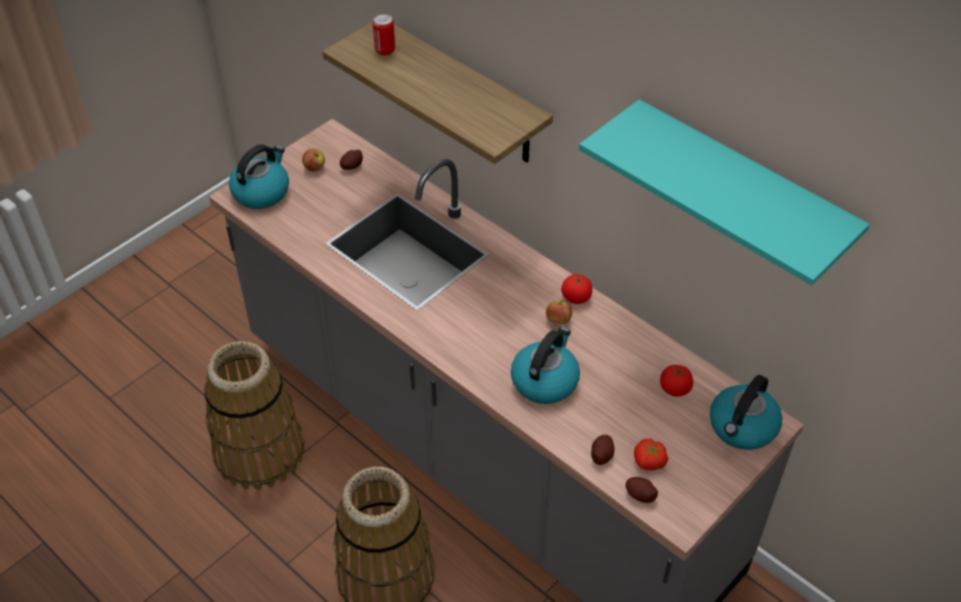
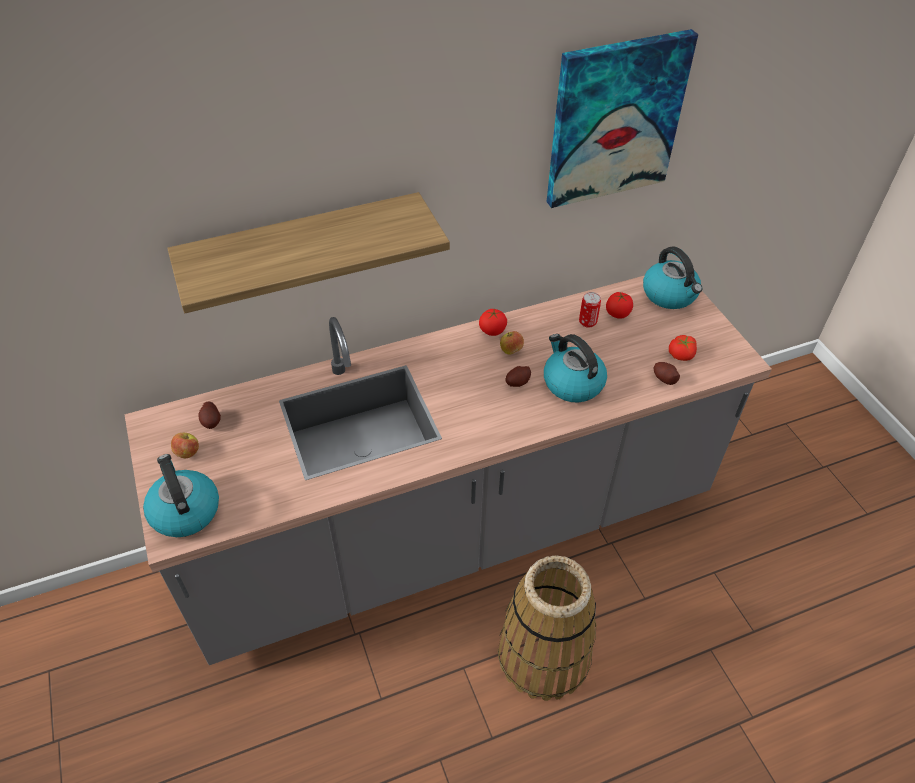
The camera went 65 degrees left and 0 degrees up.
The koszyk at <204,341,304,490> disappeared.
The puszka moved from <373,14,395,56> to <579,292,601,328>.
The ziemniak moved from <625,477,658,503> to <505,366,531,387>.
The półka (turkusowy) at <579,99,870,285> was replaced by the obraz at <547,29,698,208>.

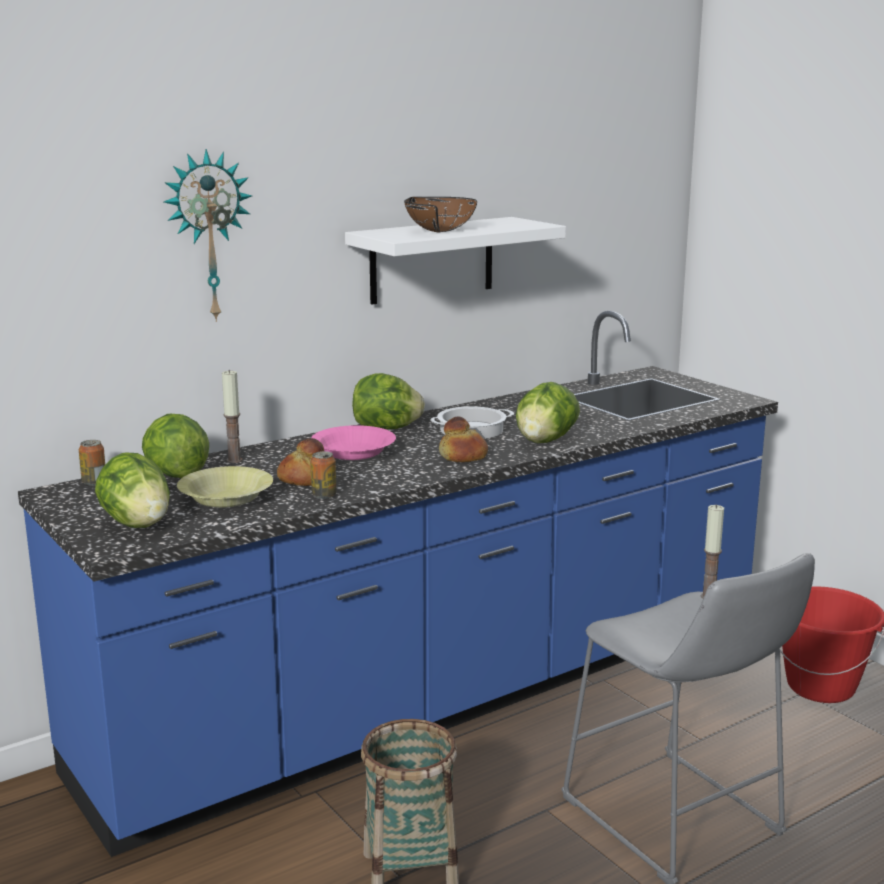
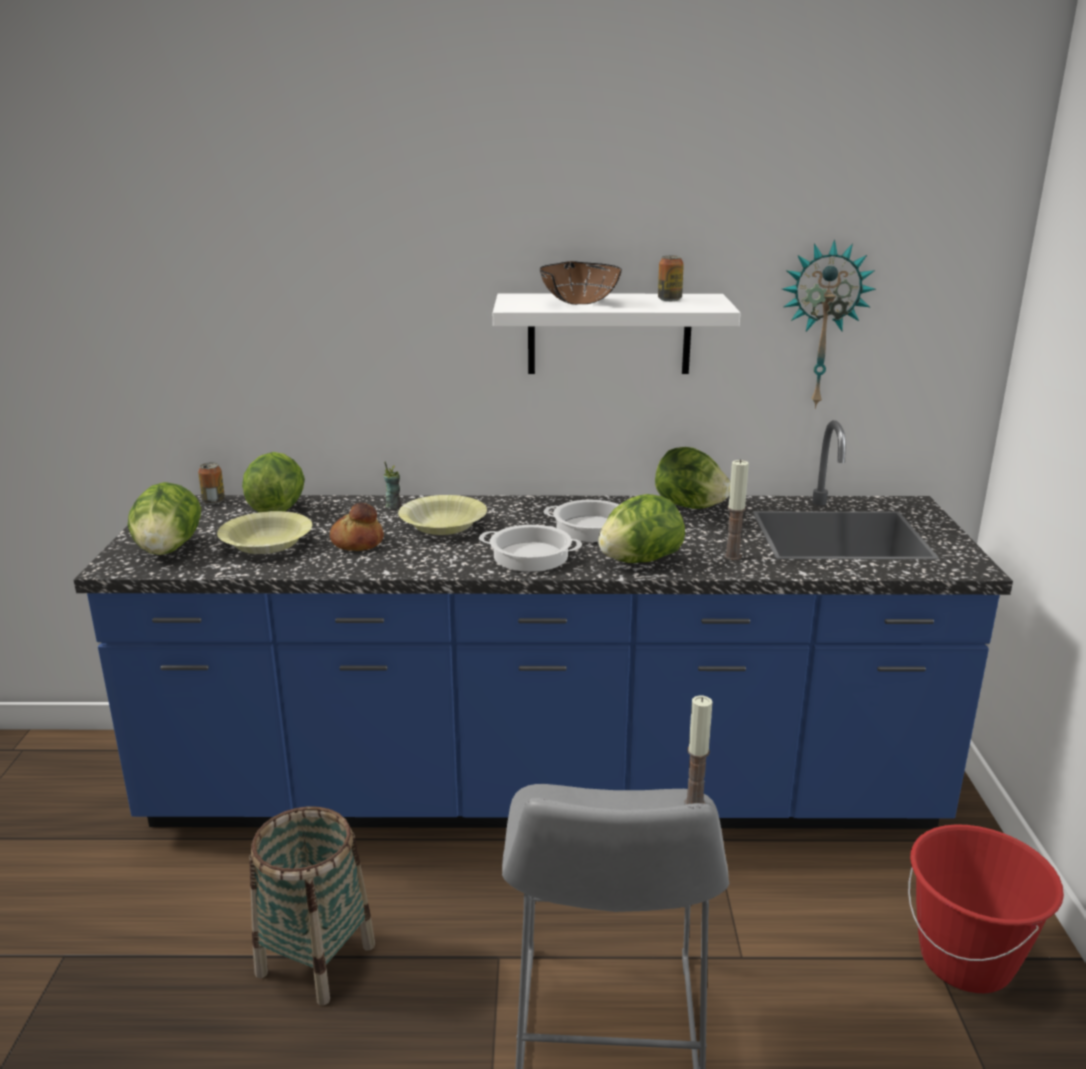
The camera went 35 degrees right and 5 degrees up.
The filiżanka at <384,461,401,509> appeared.
The zegar ścienny moved from <164,149,252,322> to <782,240,876,409>.
The świeca moved from <222,370,243,463> to <724,459,749,560>.
The puszka moved from <310,451,337,499> to <658,256,684,301>.
The sałata moved from <352,373,425,429> to <655,447,730,509>.
The chleb at <439,417,488,462> was replaced by the garnek at <479,525,582,572>.
The miska (różowy) at <311,425,396,460> became the miska (żółty) at <398,495,487,535>.

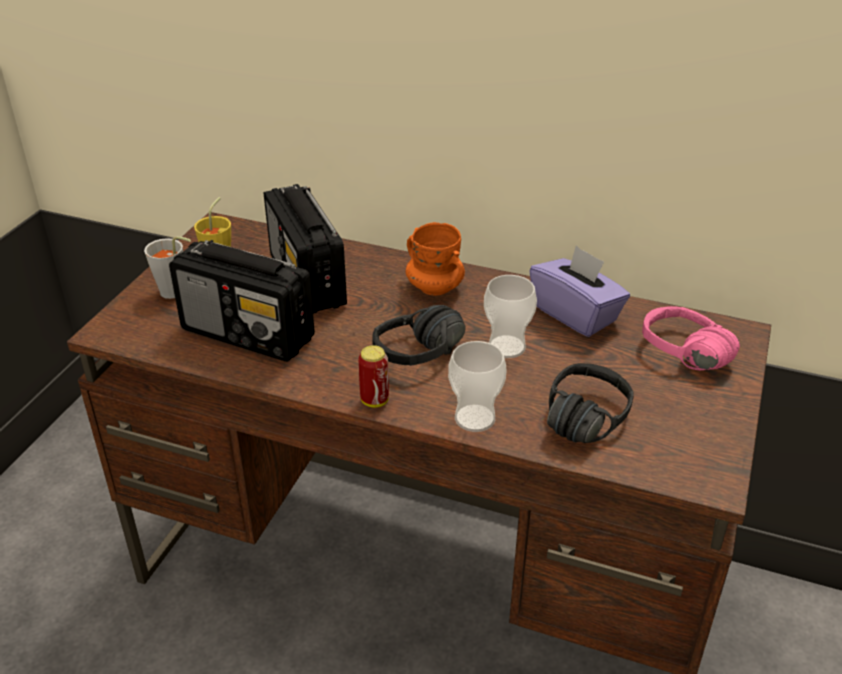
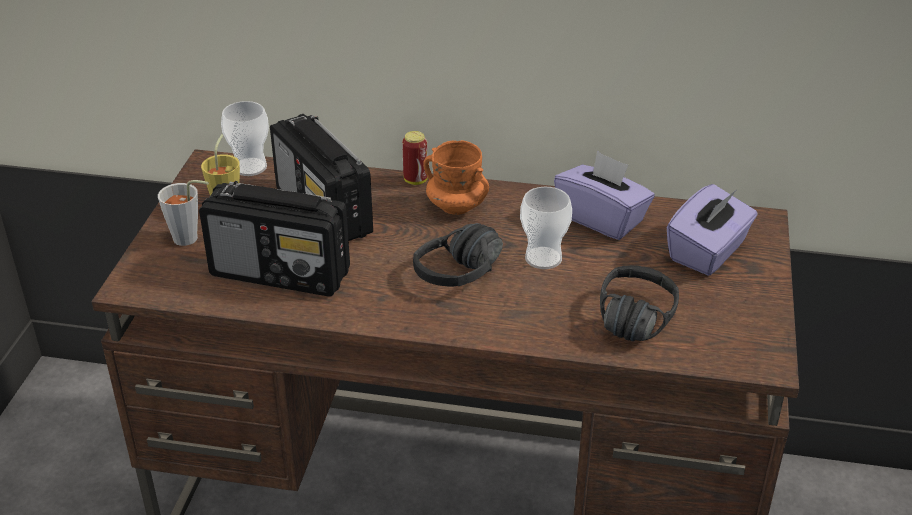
The camera went 10 degrees left and 0 degrees up.
The puszka moved from <358,345,389,408> to <402,131,428,185>.
The filiżanka moved from <448,341,506,432> to <221,101,269,176>.
The słuchawki (różowy) at <642,306,740,370> was replaced by the pudełko chusteczek (fioletowy) at <667,184,758,276>.

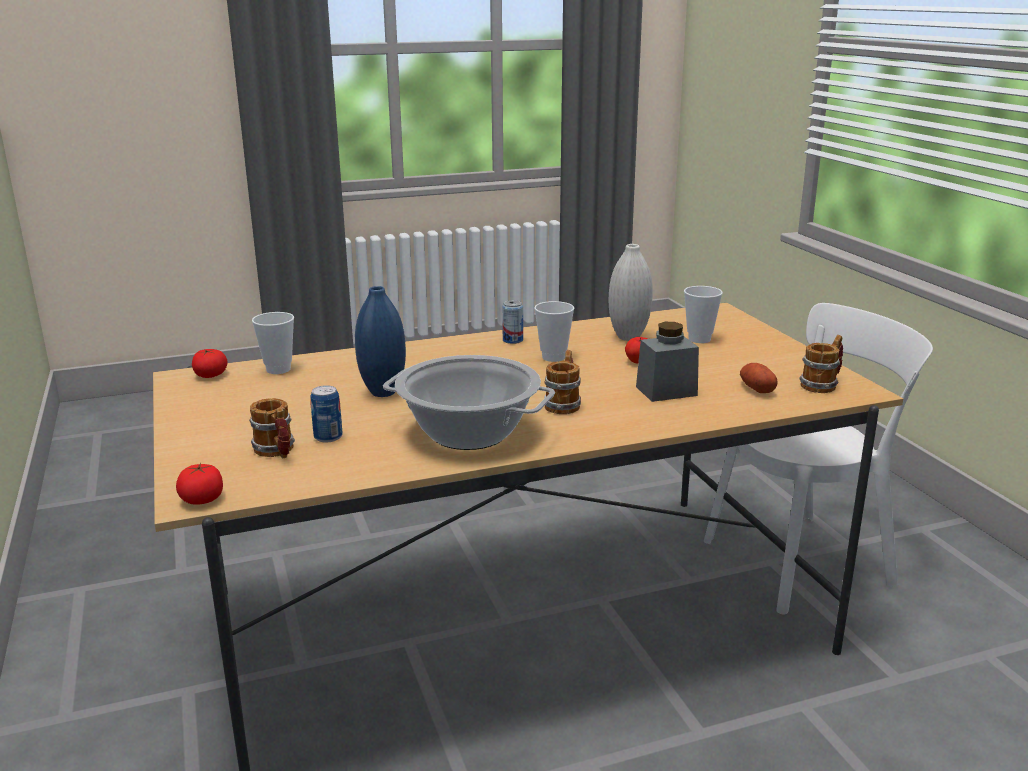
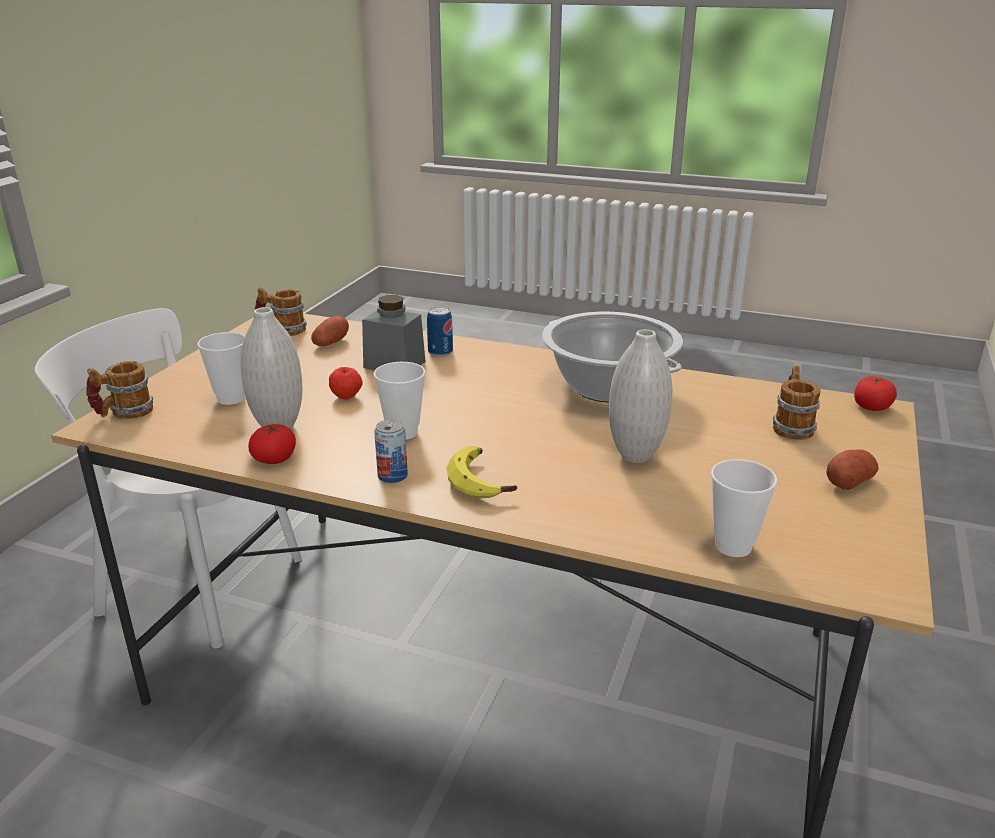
The camera went 140 degrees left and 5 degrees up.
The banan at <446,446,517,498> appeared.
The ziemniak at <826,449,878,490> appeared.
The pomidor moved from <192,349,228,378> to <249,424,296,464>.
The puszka moved from <310,385,343,442> to <427,307,453,357>.
The kubek moved from <544,350,581,414> to <86,361,153,419>.
The wazon (niebieski) at <355,286,406,397> became the wazon (biały) at <609,329,672,463>.

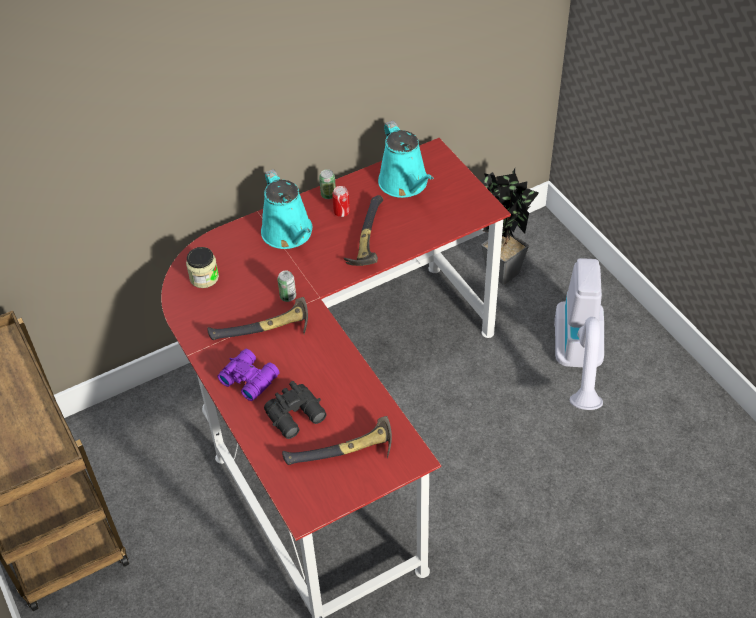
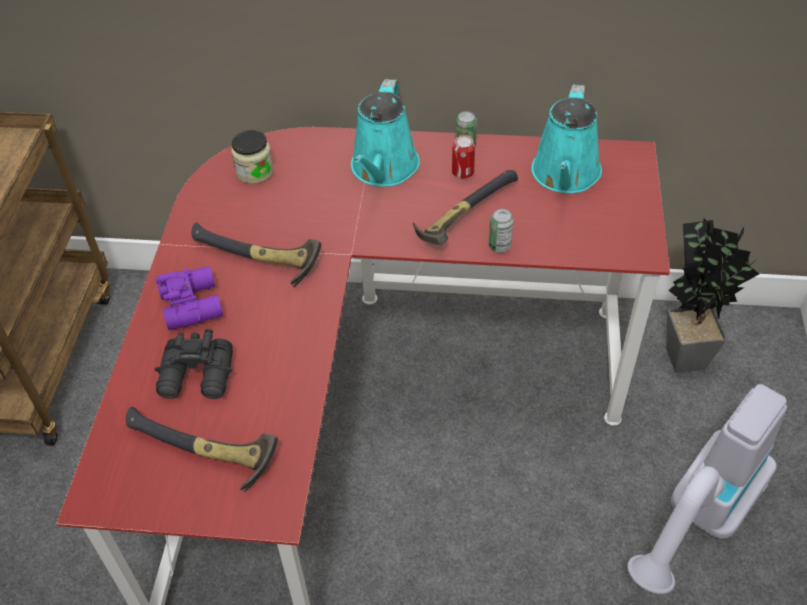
The camera went 35 degrees right and 0 degrees up.
The puszka moved from <277,271,296,302> to <489,209,513,253>.

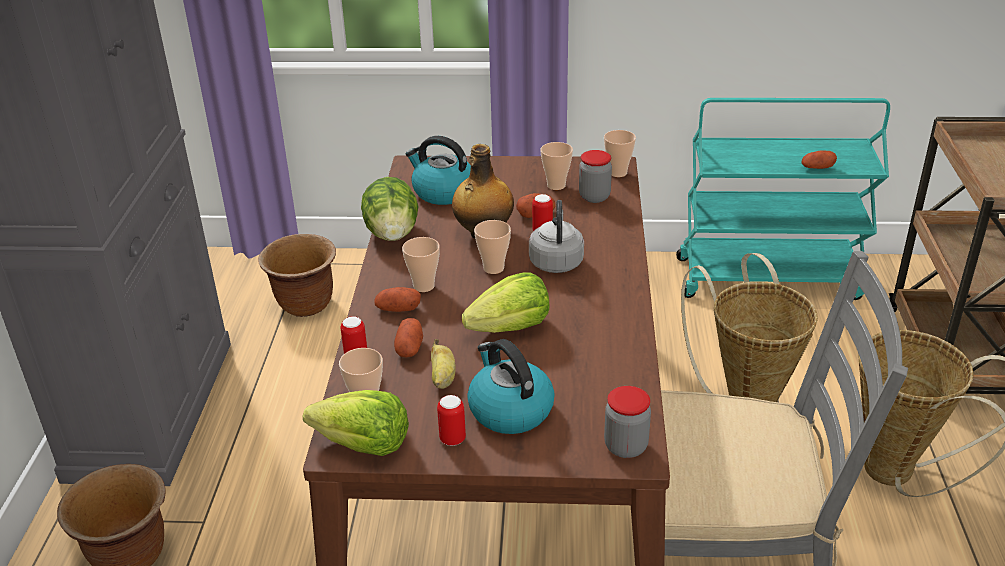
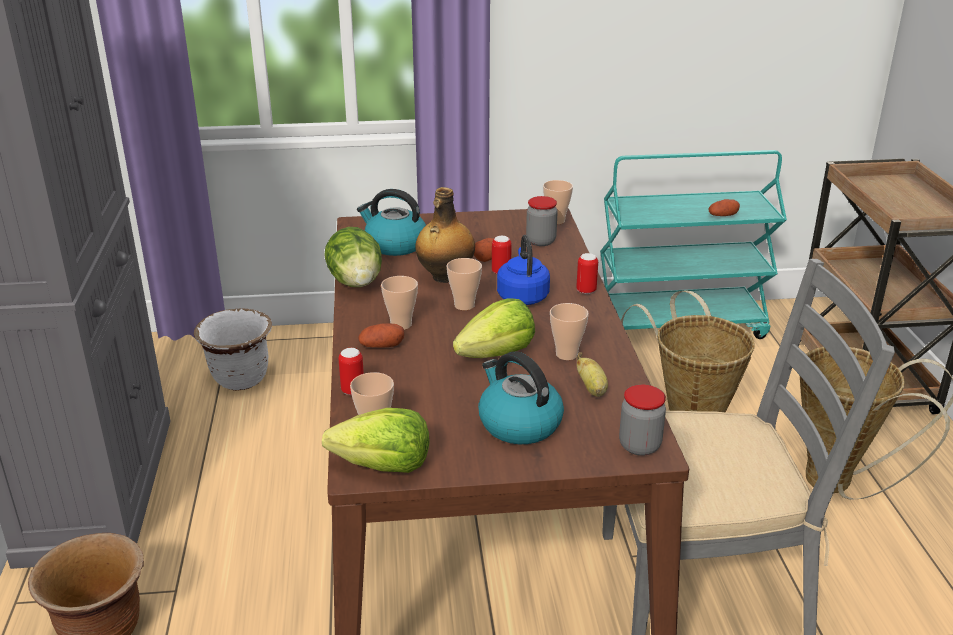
The camera went 10 degrees left and 5 degrees down.
The ziemniak at <394,318,423,357> disappeared.
The banan moved from <431,339,456,389> to <577,352,608,397>.
The puszka moved from <437,395,466,446> to <576,253,598,294>.
The filiżanka moved from <540,142,573,190> to <550,303,589,360>.
The donica (brązowy) at <258,234,336,317> became the donica (biały) at <194,309,272,391>.
The czajnik (szary) at <529,200,584,273> became the czajnik (niebieski) at <497,235,550,305>.

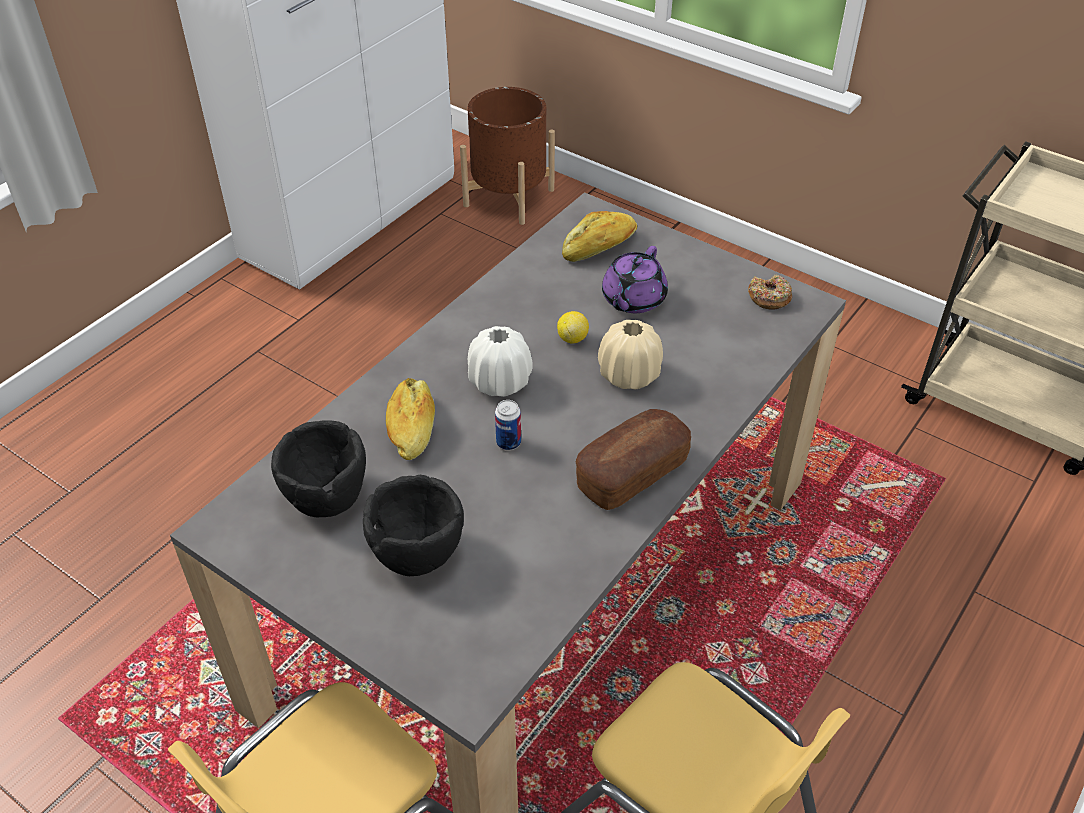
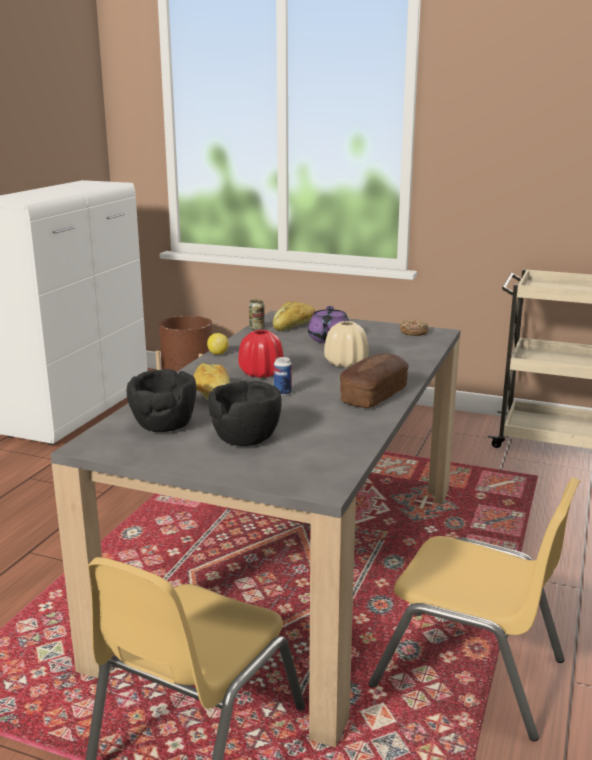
The camera went 15 degrees left and 25 degrees down.
The puszka at <249,299,265,330> appeared.
The cytryna moved from <557,311,589,344> to <207,333,229,355>.
The wazon (biały) at <468,326,533,397> became the wazon (czerwony) at <238,330,283,378>.

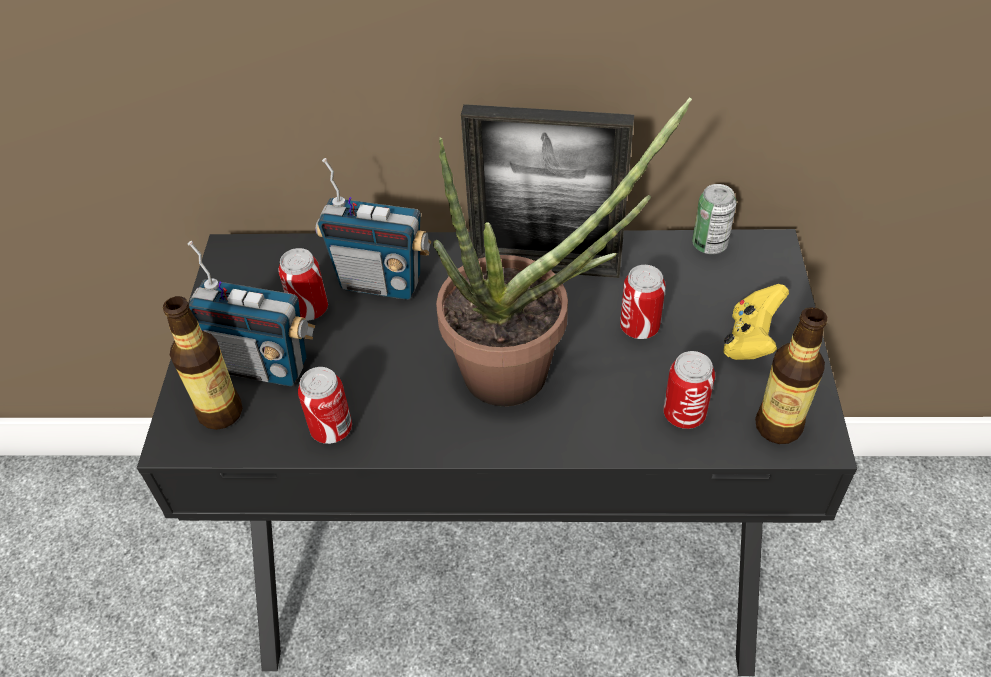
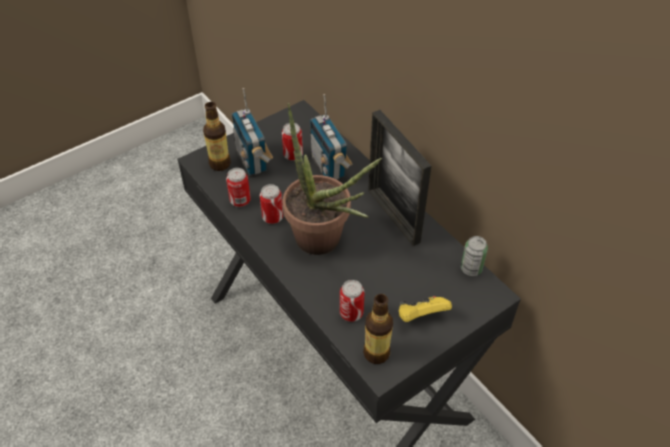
The camera went 50 degrees right and 0 degrees up.
The puszka moved from <620,265,666,339> to <260,184,283,224>.

